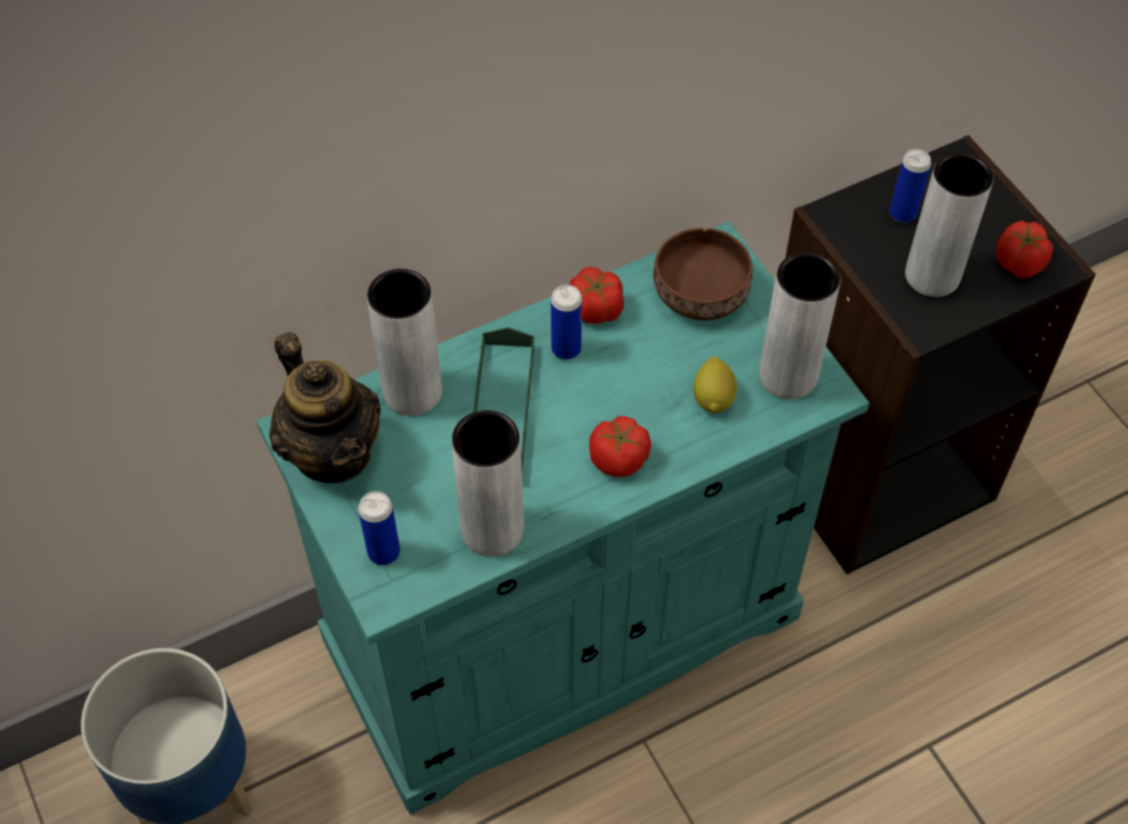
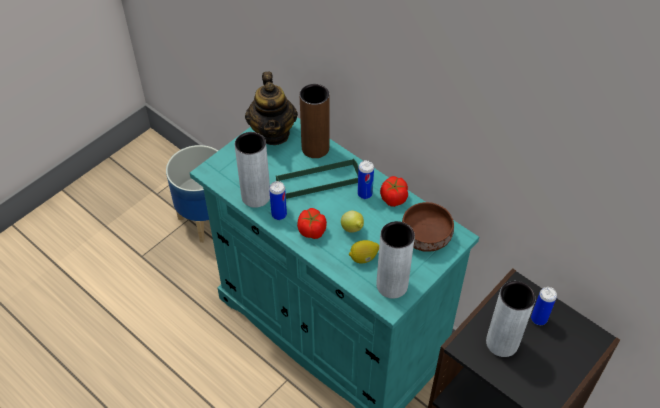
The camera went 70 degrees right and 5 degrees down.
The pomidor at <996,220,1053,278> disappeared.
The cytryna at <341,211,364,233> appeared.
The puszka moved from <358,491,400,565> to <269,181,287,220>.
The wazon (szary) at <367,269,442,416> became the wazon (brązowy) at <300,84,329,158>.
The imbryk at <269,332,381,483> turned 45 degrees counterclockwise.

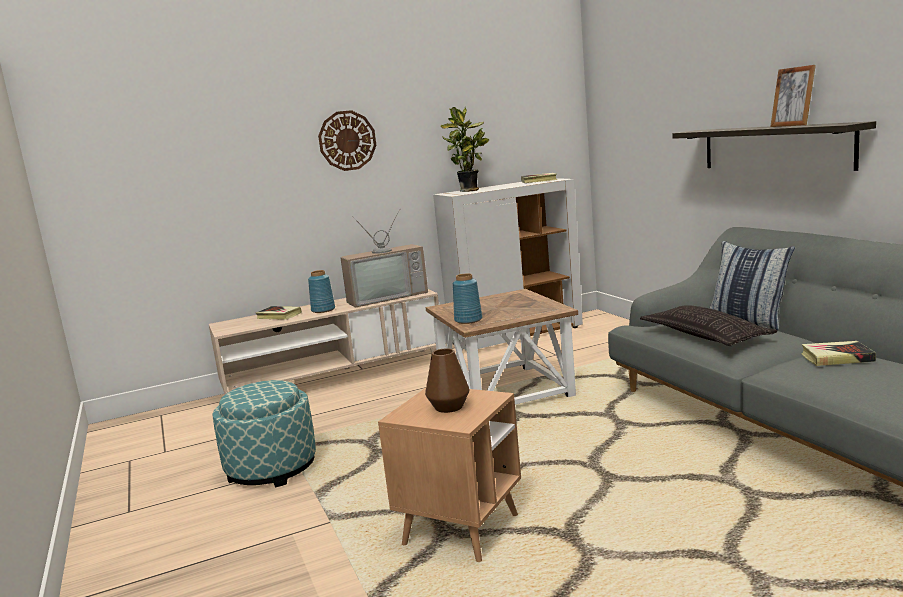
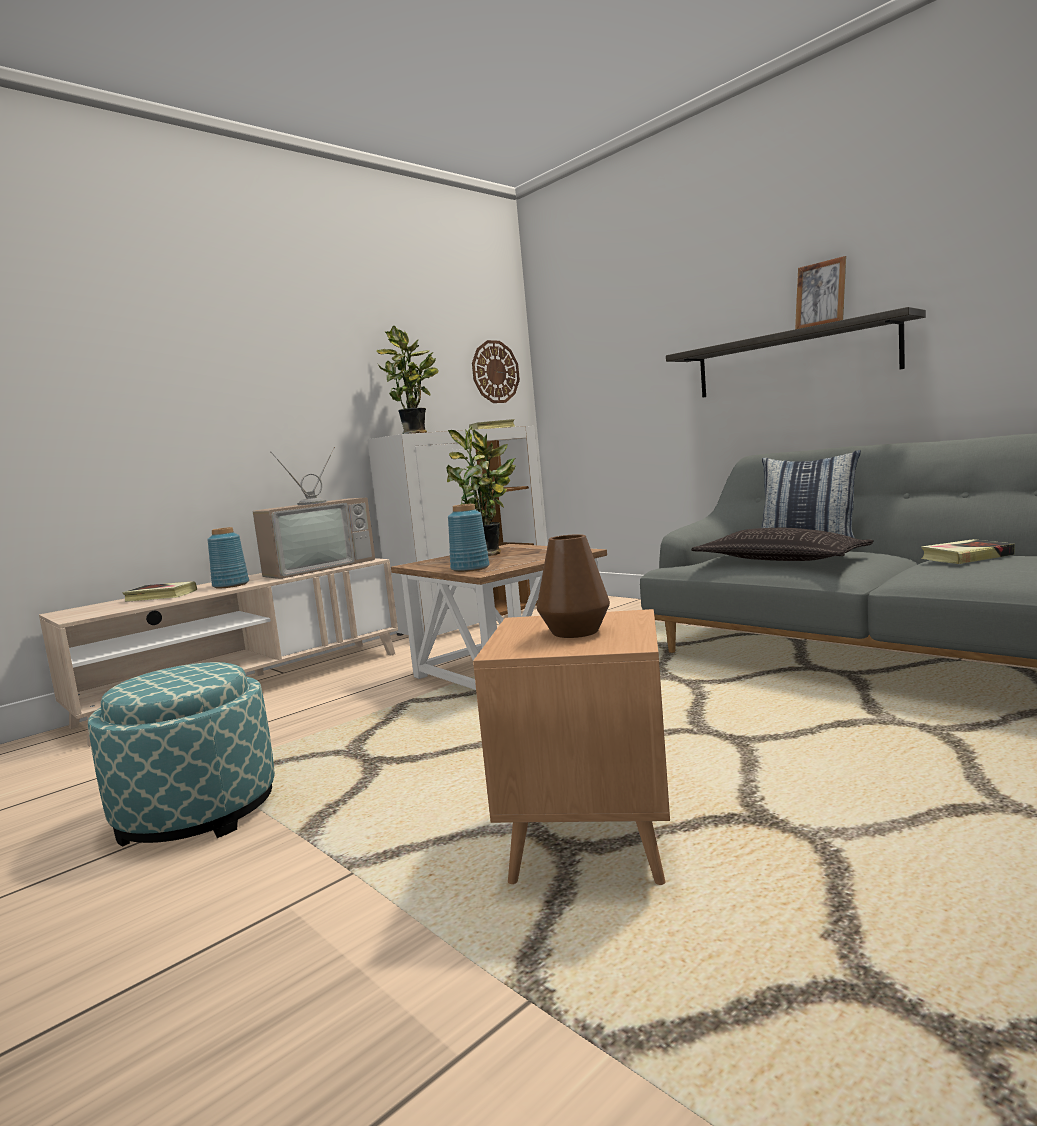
The camera went 20 degrees left and 5 degrees down.
The roślina doniczkowa at <446,426,516,556> appeared.
The zegar ścienny moved from <318,110,376,171> to <472,340,520,403>.

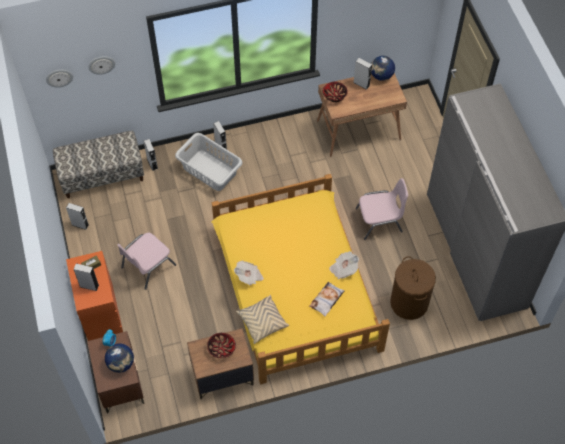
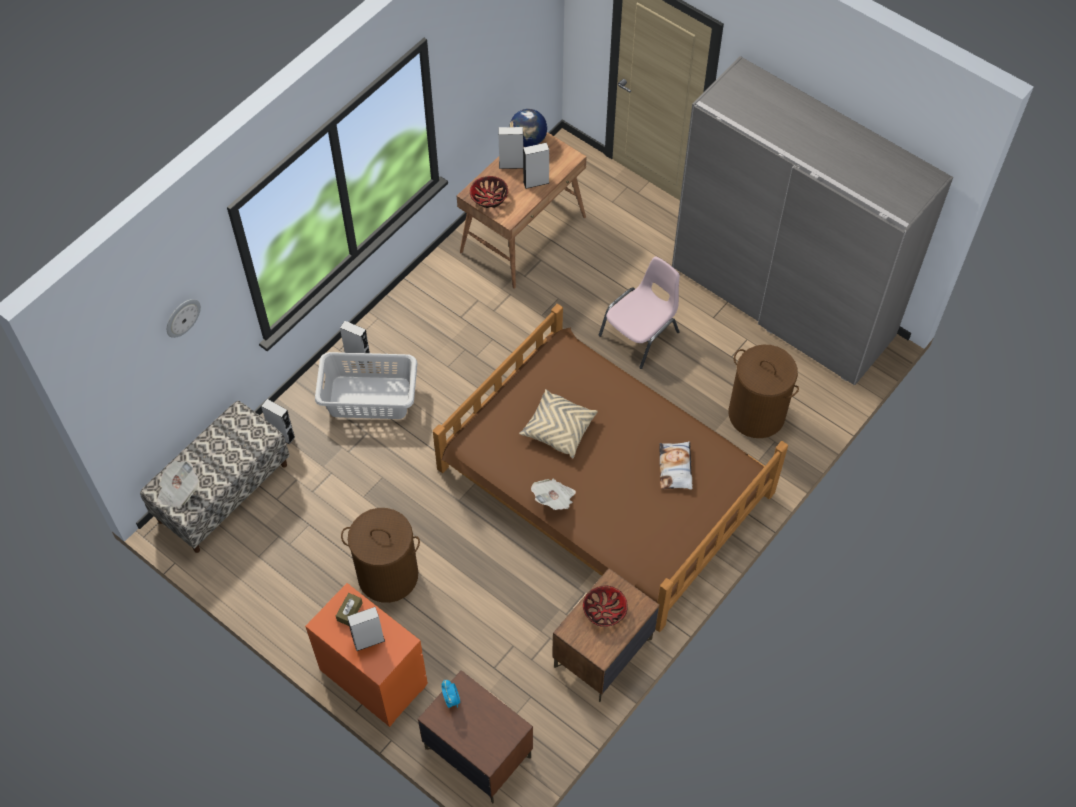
The camera went 35 degrees left and 0 degrees up.
The zegar ścienny at <46,70,73,88> disappeared.
The globus at <105,344,134,373> disappeared.
The głośnik (szary) moved from <66,203,89,230> to <523,142,549,189>.
The poduszka (beżowy) moved from <236,295,289,344> to <519,389,598,459>.
The gazeta moved from <329,251,359,280> to <157,461,198,509>.
The krzesło (różowy) at <117,233,176,290> was replaced by the kosz na pranie (brązowy) at <341,508,420,603>.
The łóżko (żółty) at <211,174,390,384> became the łóżko (brązowy) at <433,304,788,632>.

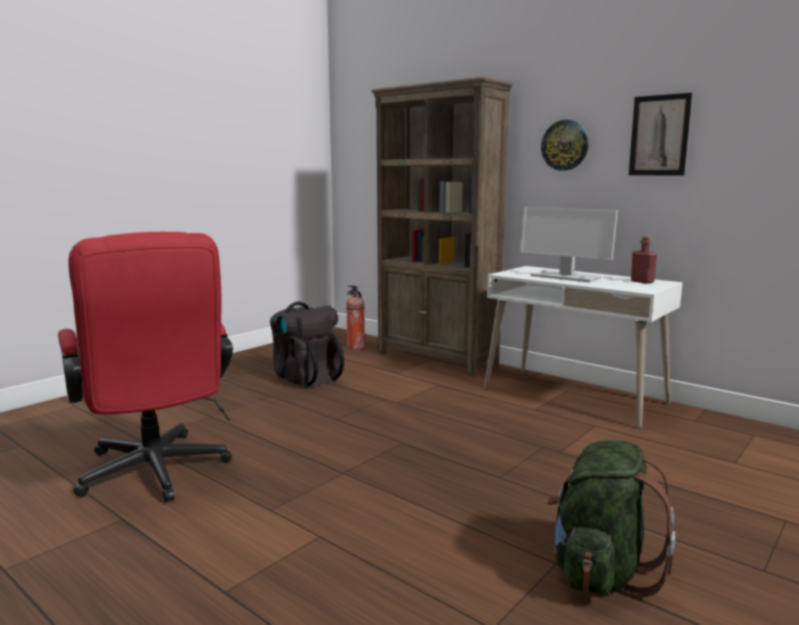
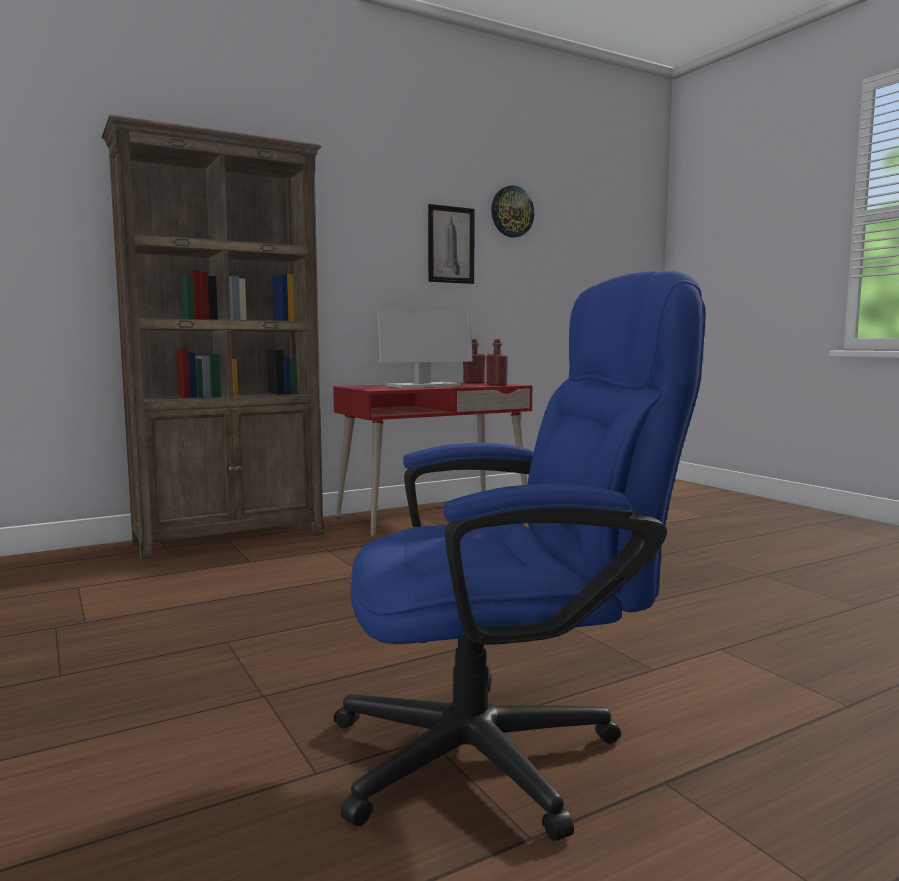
The camera went 70 degrees left and 5 degrees down.
The plecak (czarny) at <270,302,344,388> disappeared.
The gaśnica at <346,286,365,350> disappeared.
The plecak (zielony) at <546,440,676,597> disappeared.
The butelka (czerwony) at <487,339,508,386> appeared.
The zegar ścienny moved from <541,120,589,171> to <491,185,534,238>.
The krzesło biurowe (czerwony) at <58,232,233,502> became the krzesło biurowe (niebieski) at <334,270,706,841>.
The biurko (biały) at <484,266,683,429> became the biurko (czerwony) at <333,382,533,537>.

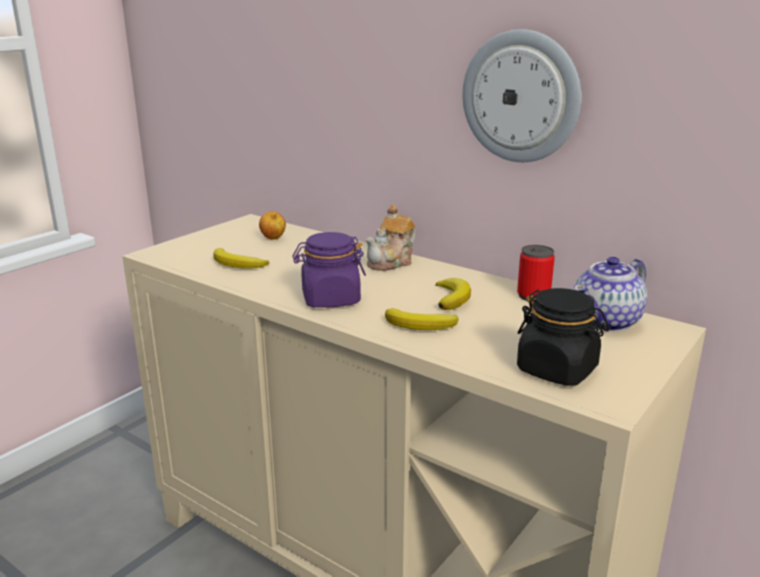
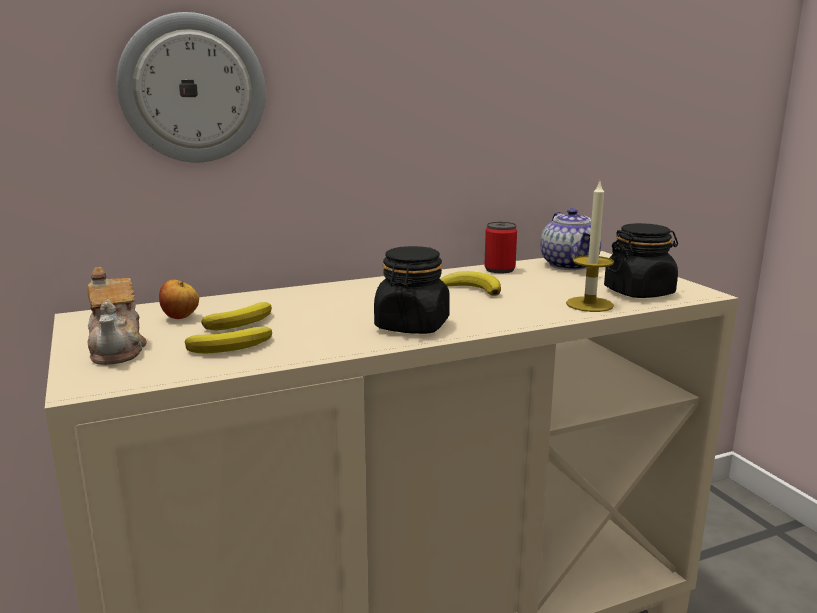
The camera went 60 degrees left and 5 degrees down.
The świeca at <566,182,614,312> appeared.
The imbryk moved from <365,205,415,271> to <87,267,147,365>.
The banan moved from <385,308,458,330> to <201,302,272,330>.
The zegar ścienny moved from <462,29,581,162> to <116,12,266,162>.
The słoik (fioletowy) at <292,232,366,308> became the słoik (czarny) at <374,246,450,334>.

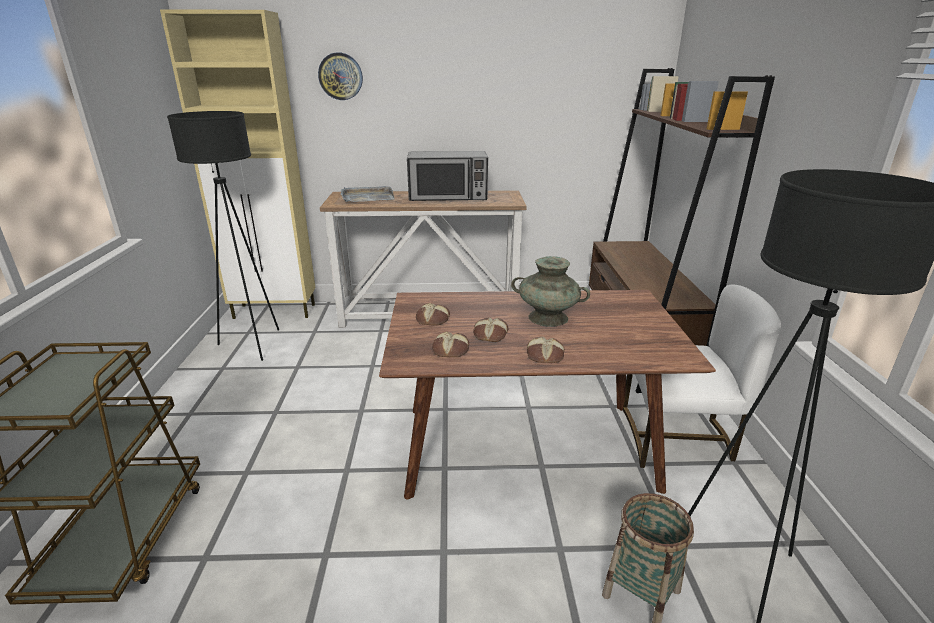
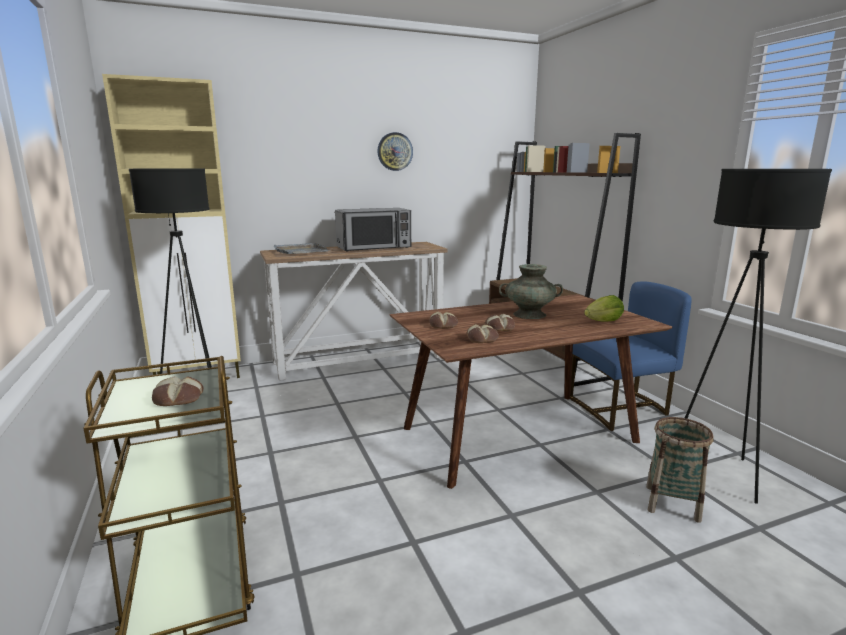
The camera went 20 degrees left and 10 degrees down.
The sałata at <584,295,624,322> appeared.
The zegar ścienny moved from <318,53,363,100> to <377,132,413,171>.
The chleb moved from <527,336,565,363> to <152,376,204,406>.
The krzesło (biały) at <623,285,781,468> became the krzesło (niebieski) at <570,282,691,431>.

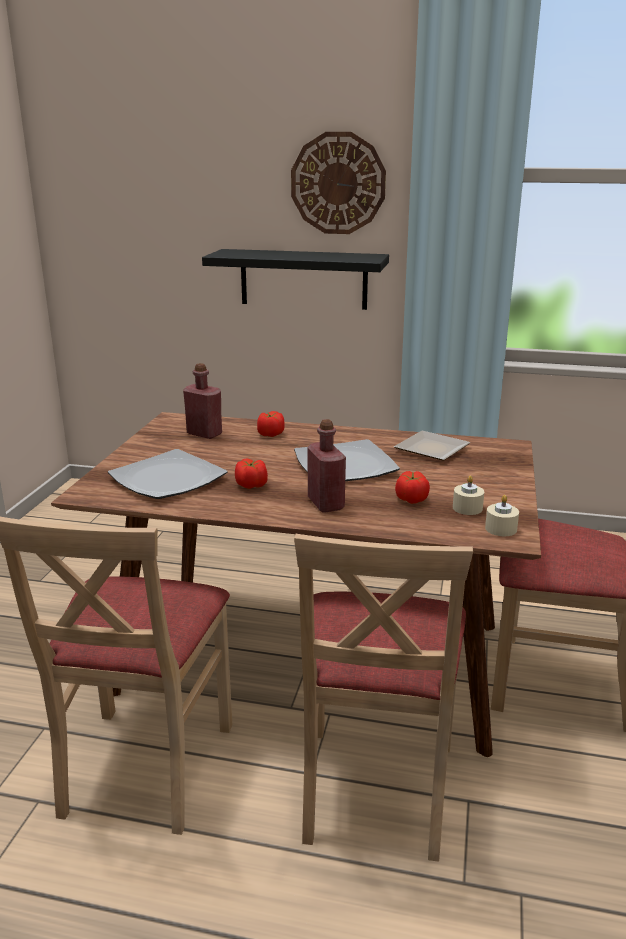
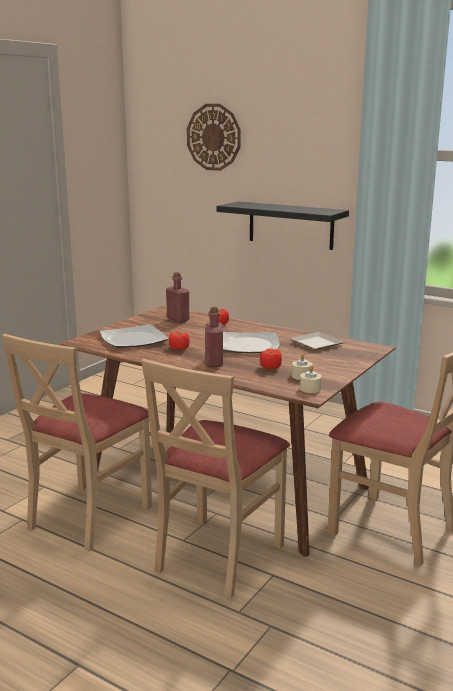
The camera went 20 degrees right and 5 degrees down.
The zegar ścienny moved from <291,132,386,234> to <187,104,241,171>.

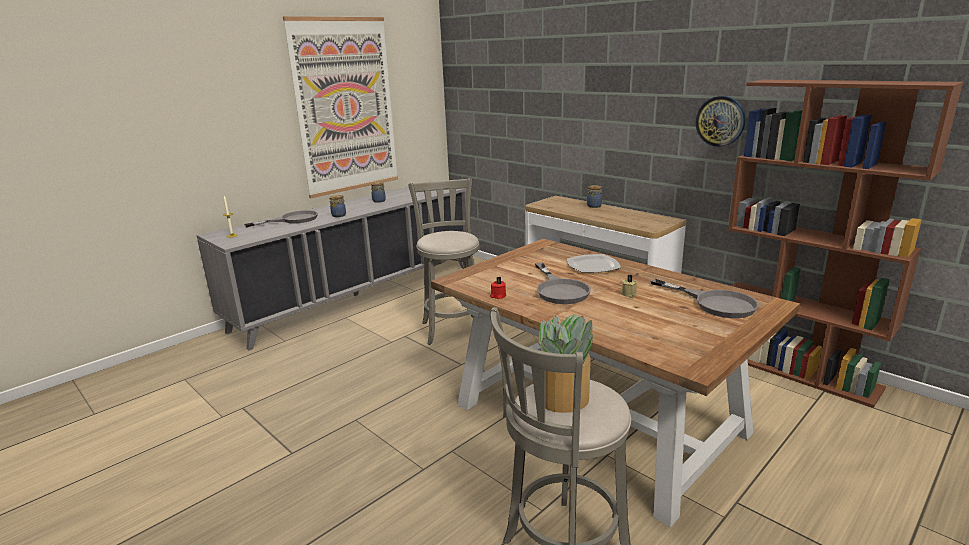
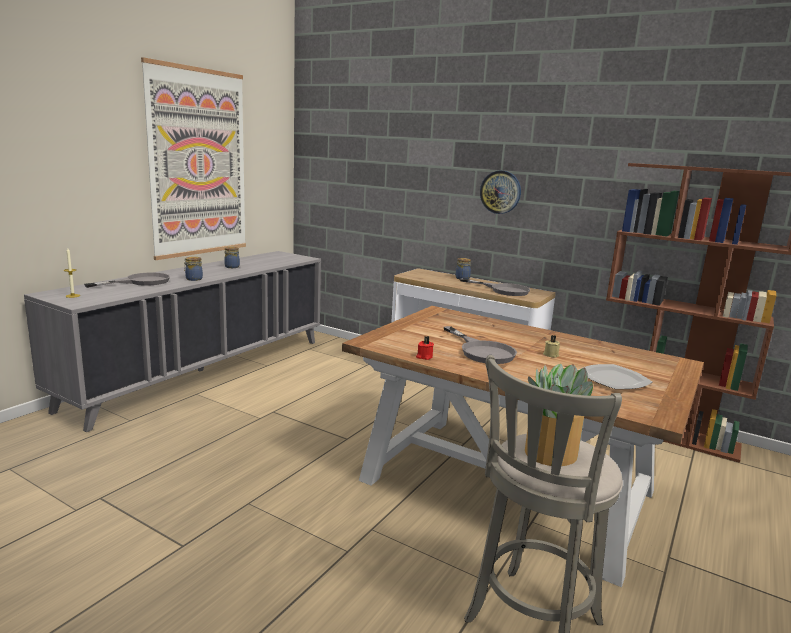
The camera went 15 degrees left and 5 degrees down.
The stołek (szary) at <409,178,479,345> disappeared.
The talerz moved from <567,254,621,273> to <578,364,653,389>.
The patelnia (szary) moved from <651,279,759,318> to <460,278,530,296>.
The zegar ścienny moved from <696,96,746,147> to <480,170,521,214>.

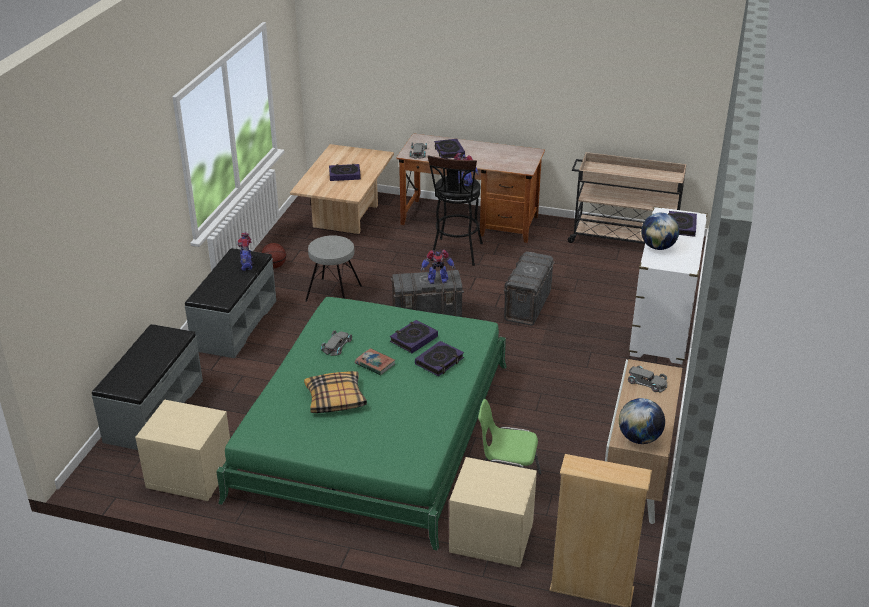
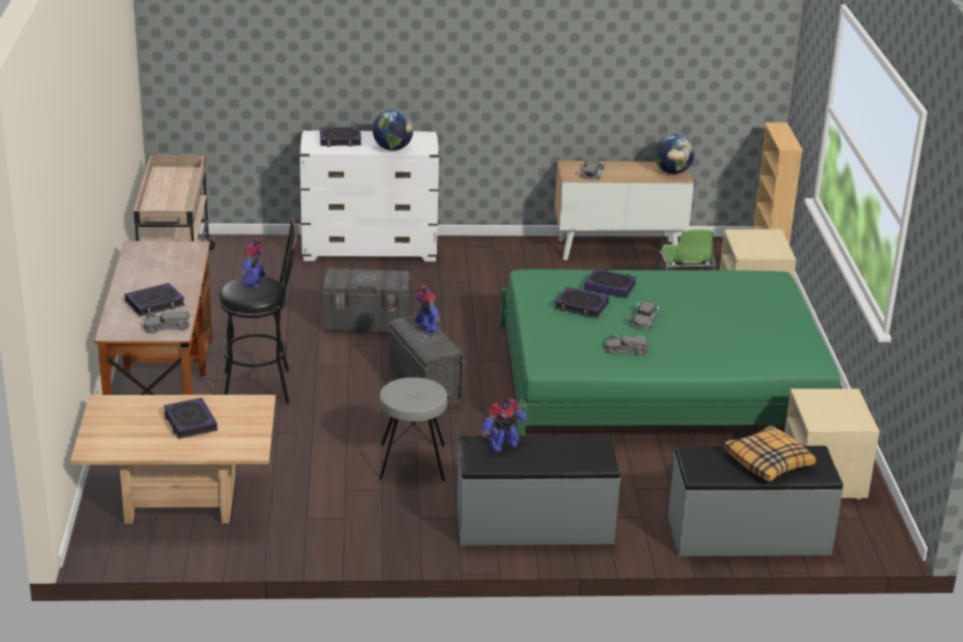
The camera went 110 degrees left and 5 degrees down.
The piłka do koszykówki at <261,243,286,268> disappeared.
The poduszka moved from <304,371,367,413> to <724,426,816,482>.
The książka at <355,348,395,376> was replaced by the samochodzik (szary) at <629,301,660,329>.

